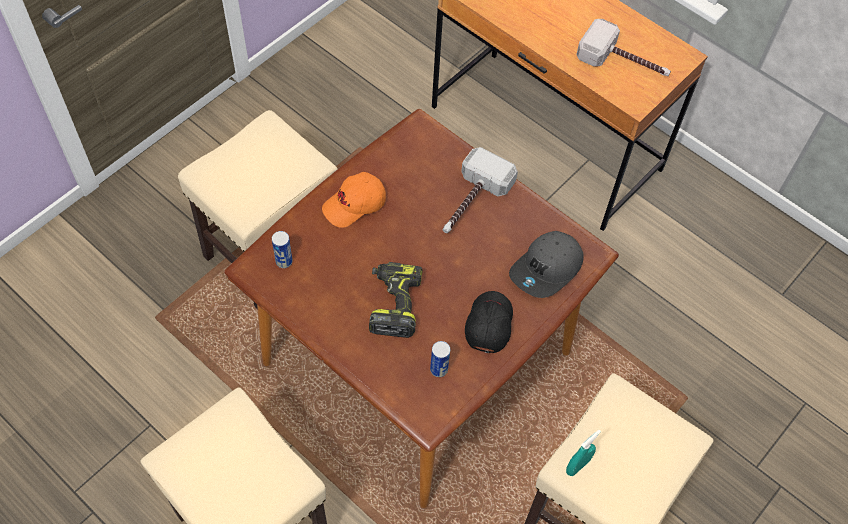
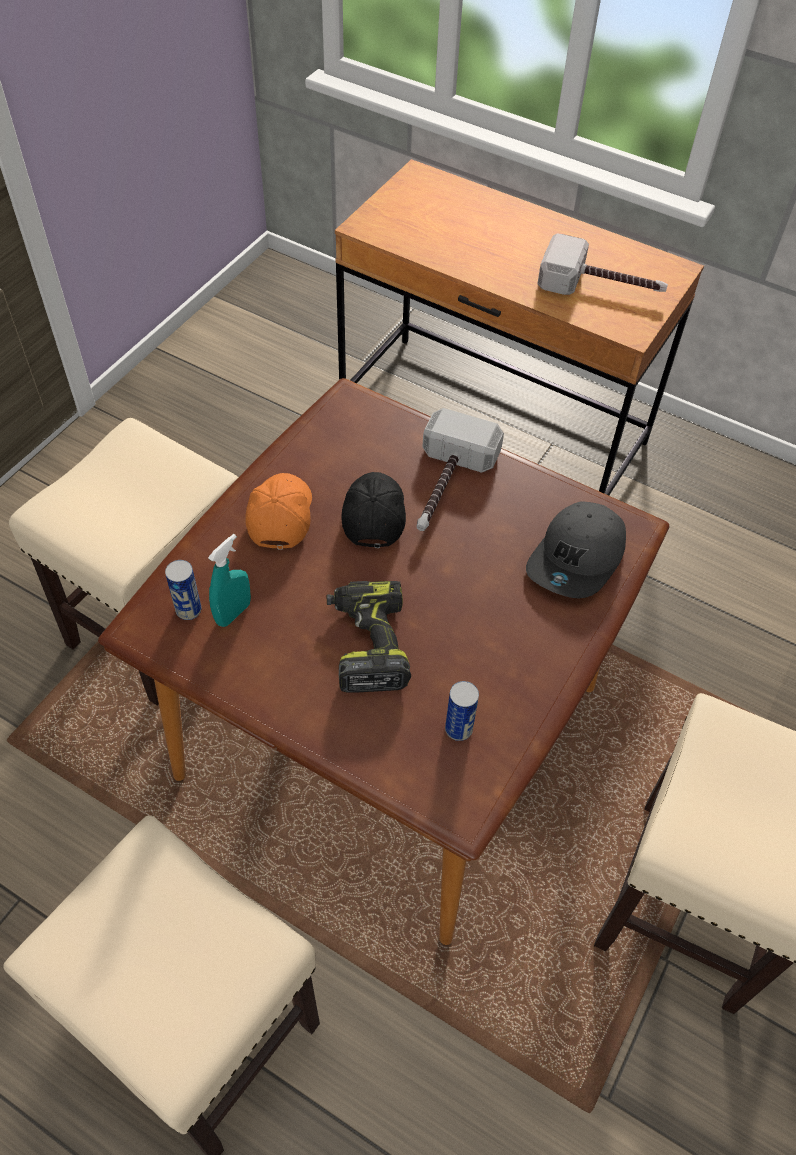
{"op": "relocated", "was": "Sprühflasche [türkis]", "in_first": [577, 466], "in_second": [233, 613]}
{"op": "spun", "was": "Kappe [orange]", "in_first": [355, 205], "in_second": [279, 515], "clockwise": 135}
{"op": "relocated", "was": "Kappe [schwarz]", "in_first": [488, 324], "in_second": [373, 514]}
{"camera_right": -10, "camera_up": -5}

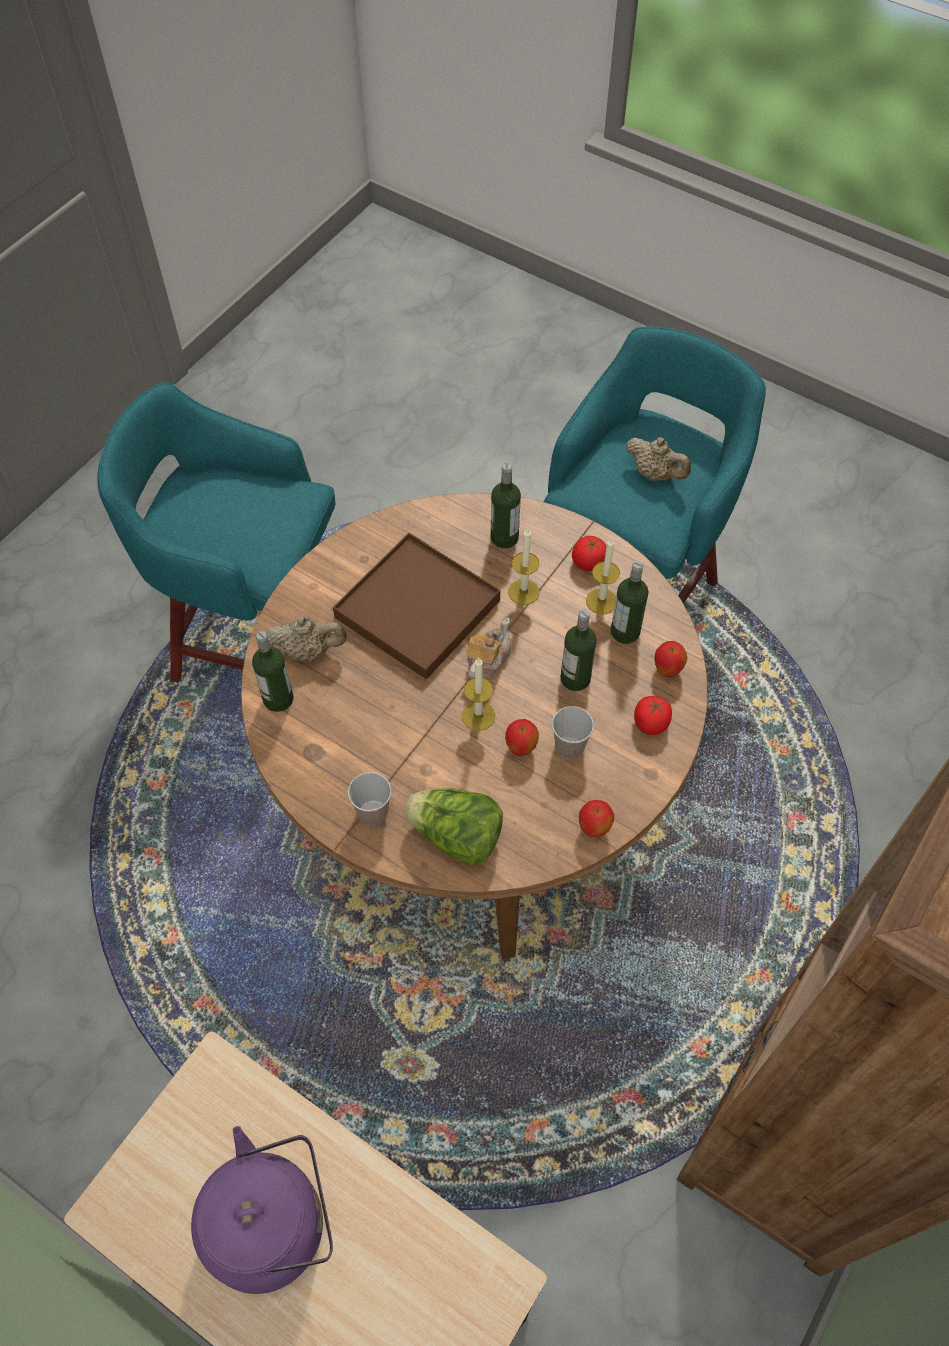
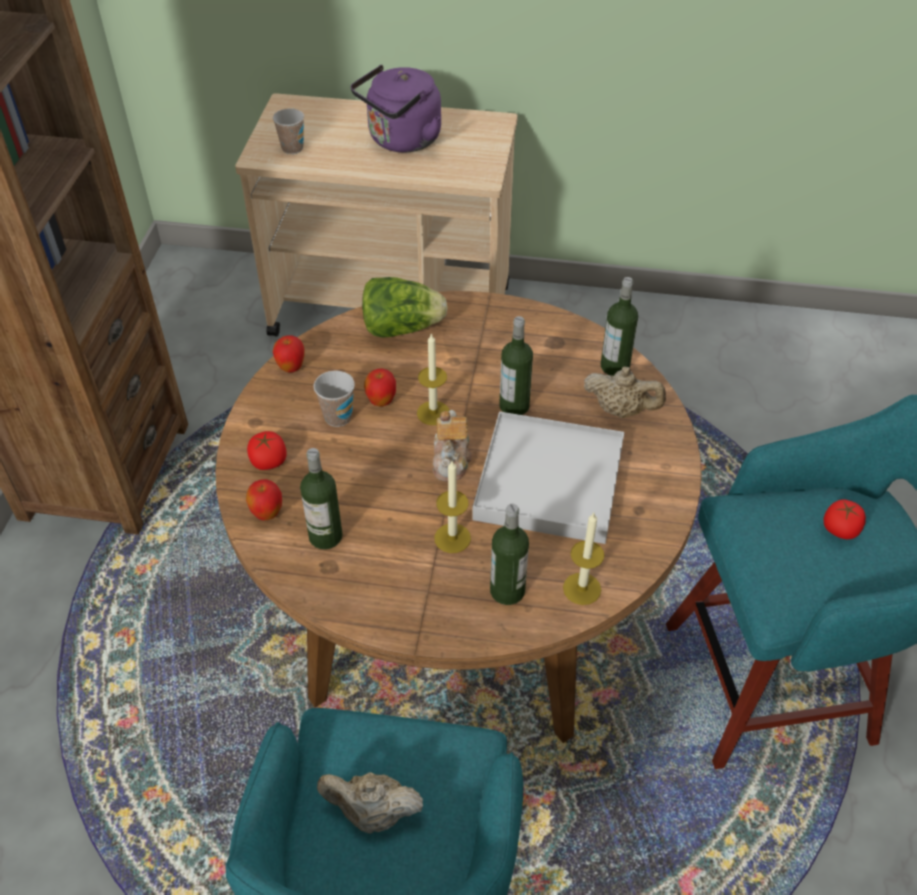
{"op": "relocated", "was": "Tasse", "in_first": [373, 813], "in_second": [292, 148]}
{"op": "colour", "was": "Tablett [braun]", "now": "Tablett [weiß]", "in_first": [417, 609], "in_second": [549, 481]}
{"op": "relocated", "was": "Flasche", "in_first": [575, 678], "in_second": [514, 406]}
{"op": "relocated", "was": "Kerze", "in_first": [601, 601], "in_second": [582, 588]}
{"op": "spun", "was": "Teekanne [beige]", "in_first": [309, 650], "in_second": [621, 410], "clockwise": -135}
{"op": "relocated", "was": "Tomate", "in_first": [588, 562], "in_second": [840, 529]}
{"camera_right": 155, "camera_up": -10}

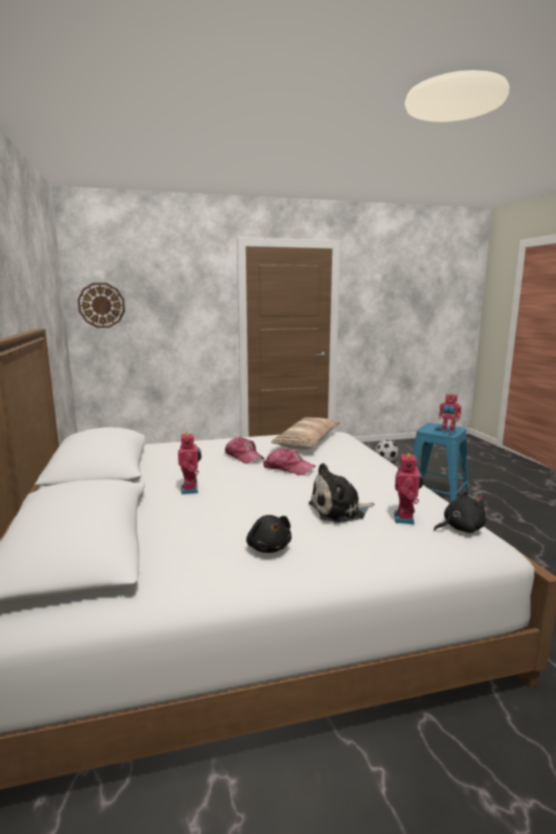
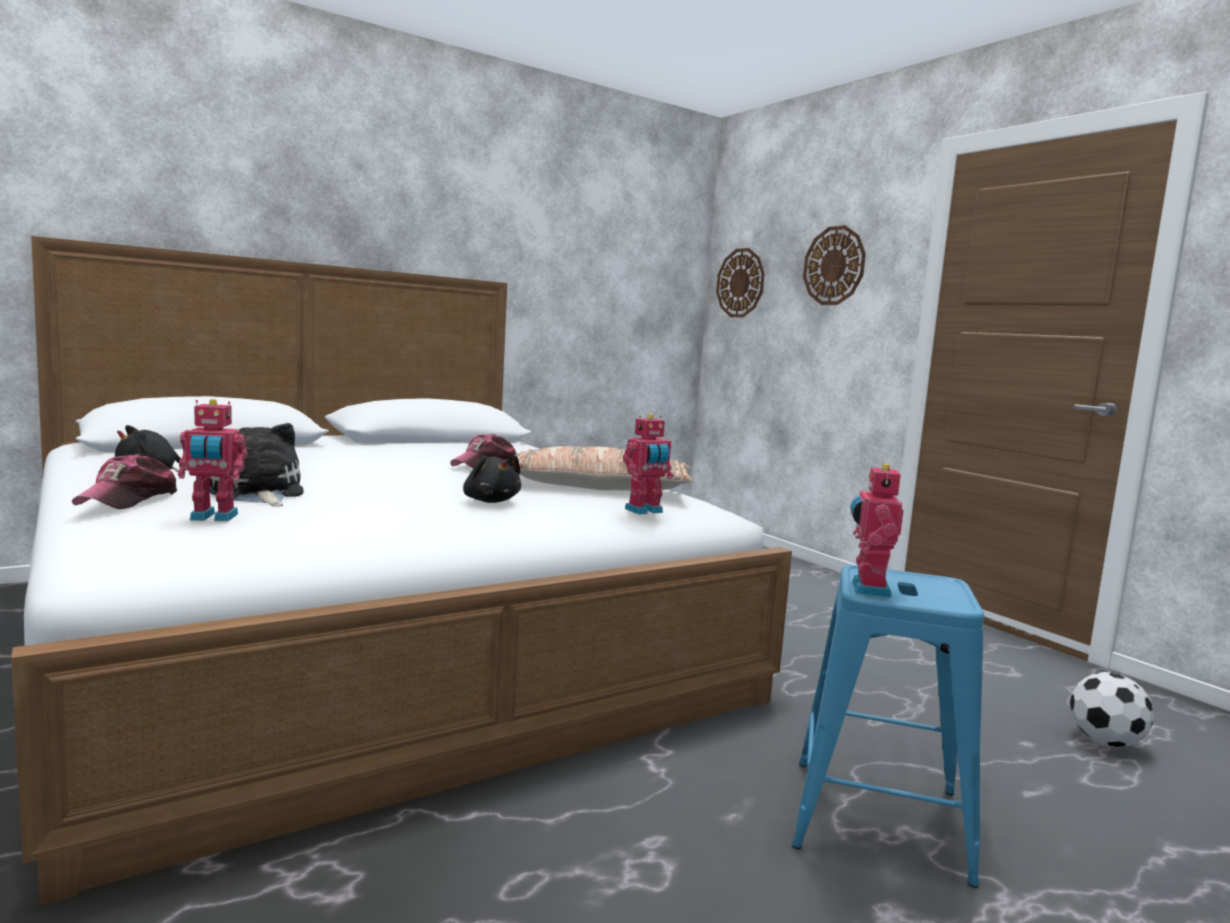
{"op": "relocated", "was": "Kappe", "in_first": [288, 468], "in_second": [129, 499]}
{"op": "relocated", "was": "Plüschtier [schwarz]", "in_first": [460, 528], "in_second": [490, 501]}
{"op": "relocated", "was": "Spielzeugroboter", "in_first": [191, 490], "in_second": [645, 511]}
{"op": "appeared", "now": "Wanduhr", "in_second": [834, 266]}
{"camera_right": 70, "camera_up": -5}

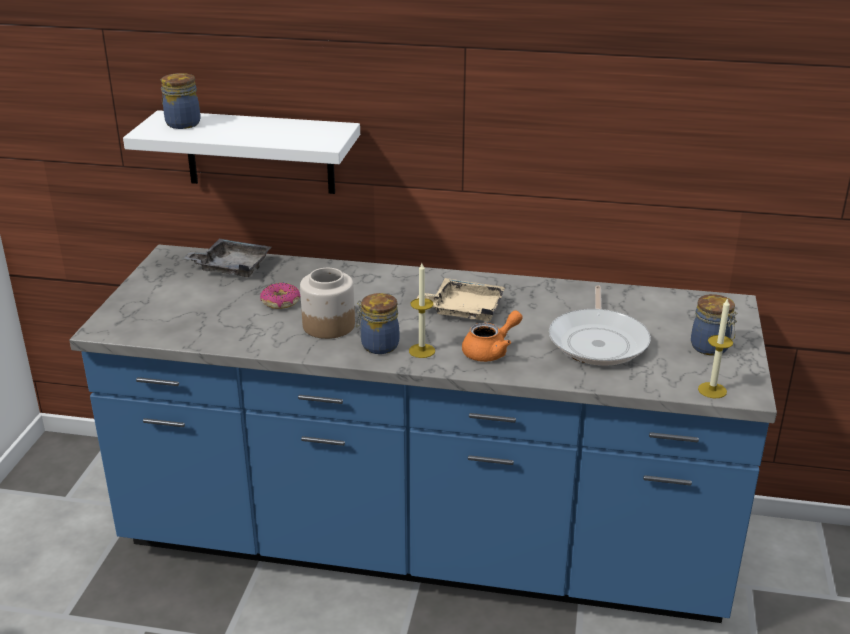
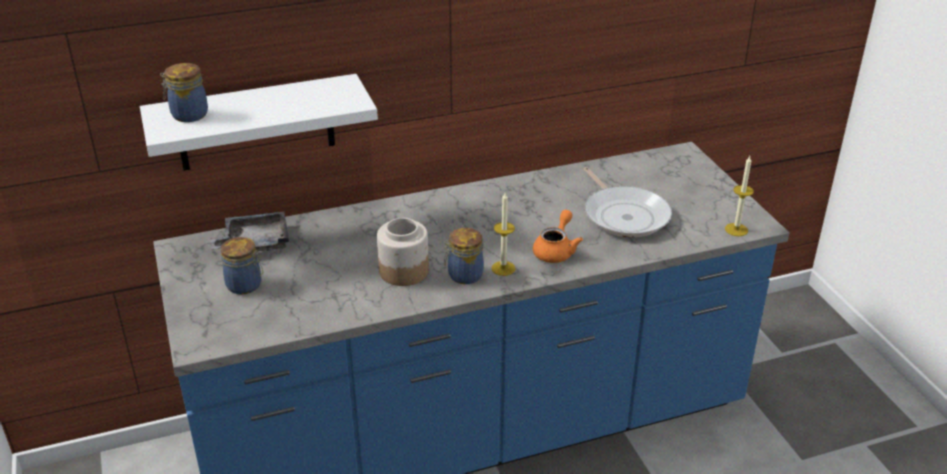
{"op": "relocated", "was": "Vorratsglas", "in_first": [711, 348], "in_second": [245, 285]}
{"op": "missing", "was": "Donut", "in_first": [281, 302]}
{"op": "missing", "was": "Tablett [beige]", "in_first": [463, 310]}
{"camera_right": -30, "camera_up": 5}

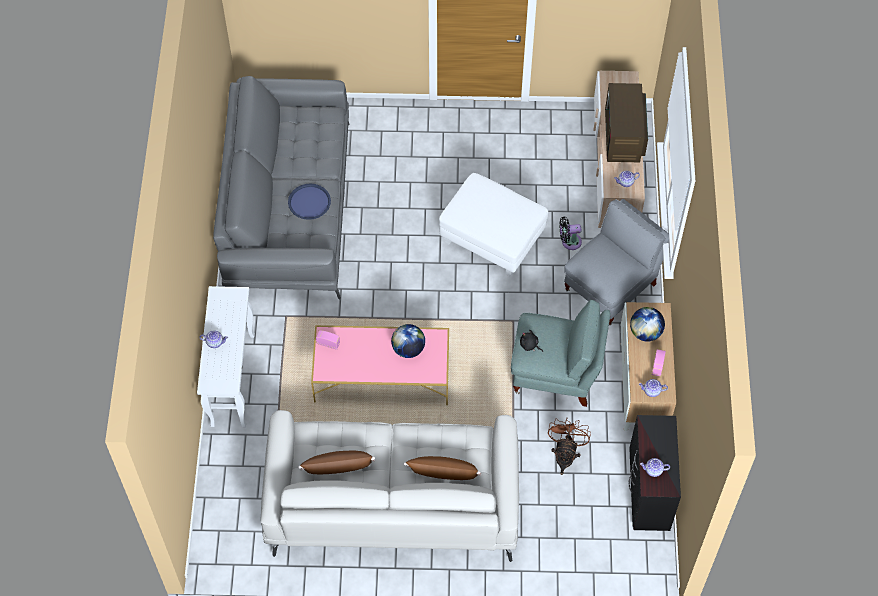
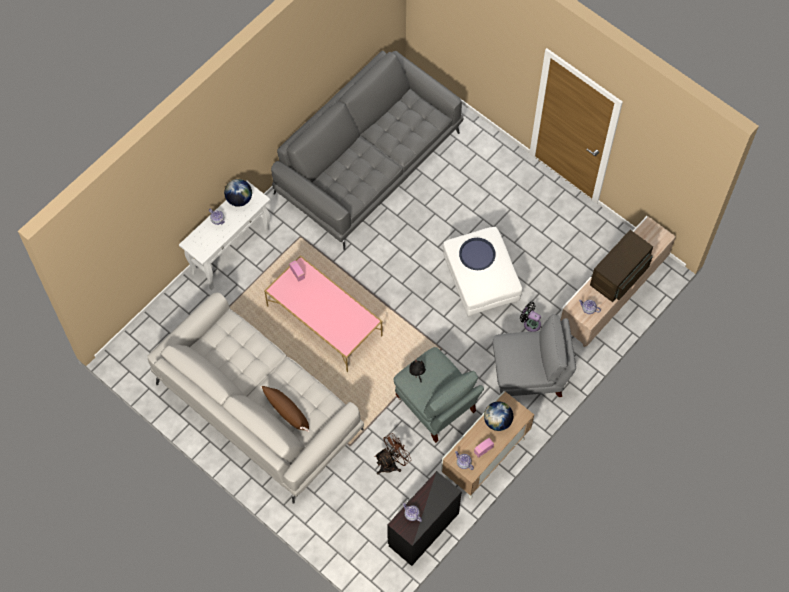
{"op": "relocated", "was": "Globus", "in_first": [408, 349], "in_second": [239, 199]}
{"op": "relocated", "was": "Tablett [blau]", "in_first": [309, 202], "in_second": [477, 254]}
{"op": "missing", "was": "Kissen [braun]", "in_first": [337, 468]}
{"camera_right": 40, "camera_up": 5}

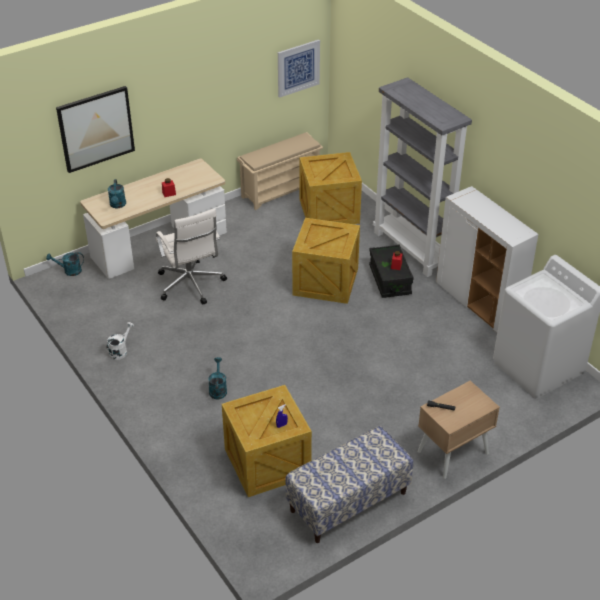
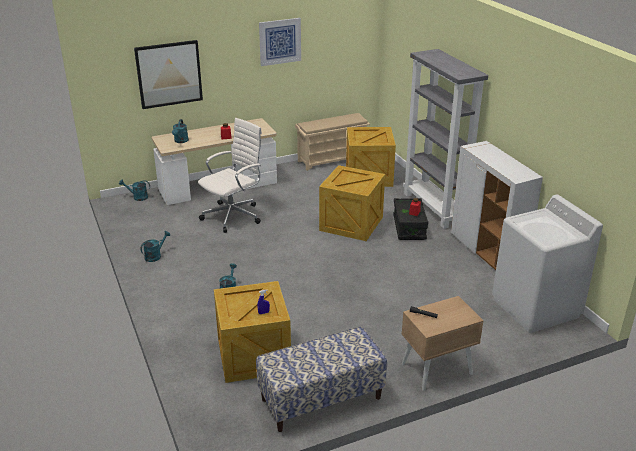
{"op": "colour", "was": "Gießkanne [weiß]", "now": "Gießkanne [türkis]", "in_first": [120, 351], "in_second": [155, 256]}
{"op": "spun", "was": "Bürostuhl [weiß]", "in_first": [191, 285], "in_second": [234, 216], "clockwise": -120}
{"op": "relocated", "was": "Bild", "in_first": [298, 68], "in_second": [280, 41]}
{"camera_right": 10, "camera_up": -10}

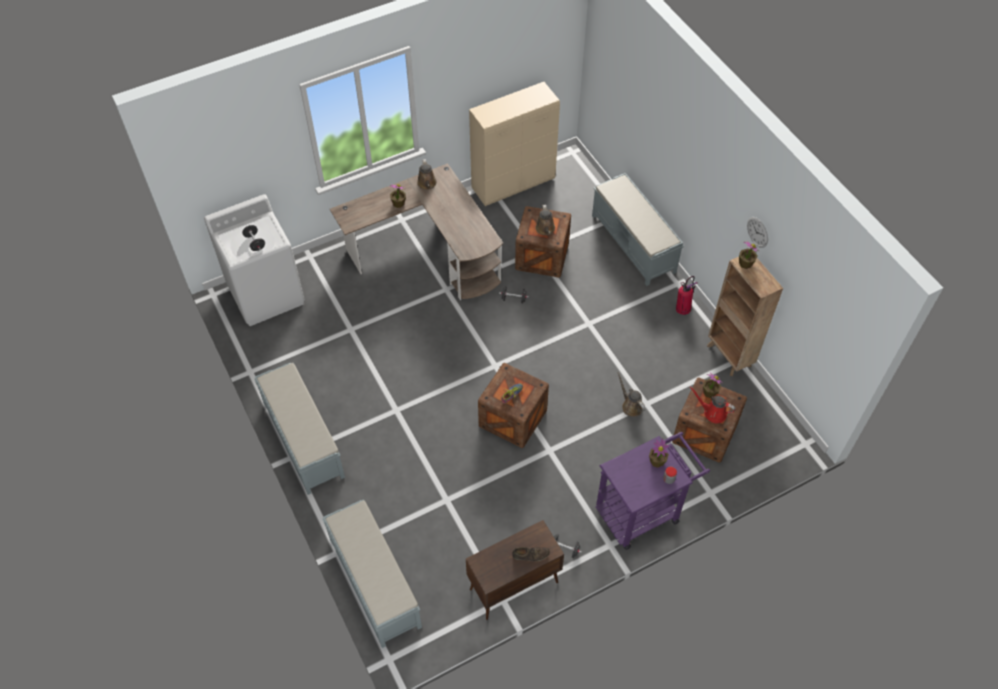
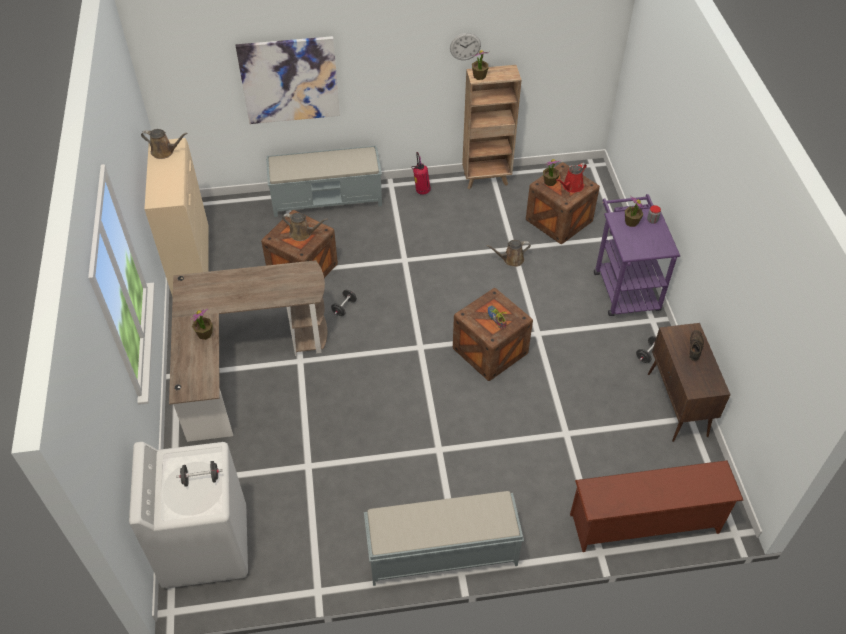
{"op": "relocated", "was": "Gießkanne [braun]", "in_first": [427, 184], "in_second": [165, 151]}
{"op": "appeared", "now": "Bild", "in_second": [289, 80]}
{"op": "exchanged", "was": "Bank [grau]", "now": "Schuhregal [braun]", "in_first": [374, 582], "in_second": [645, 525]}
{"camera_right": -70, "camera_up": -5}

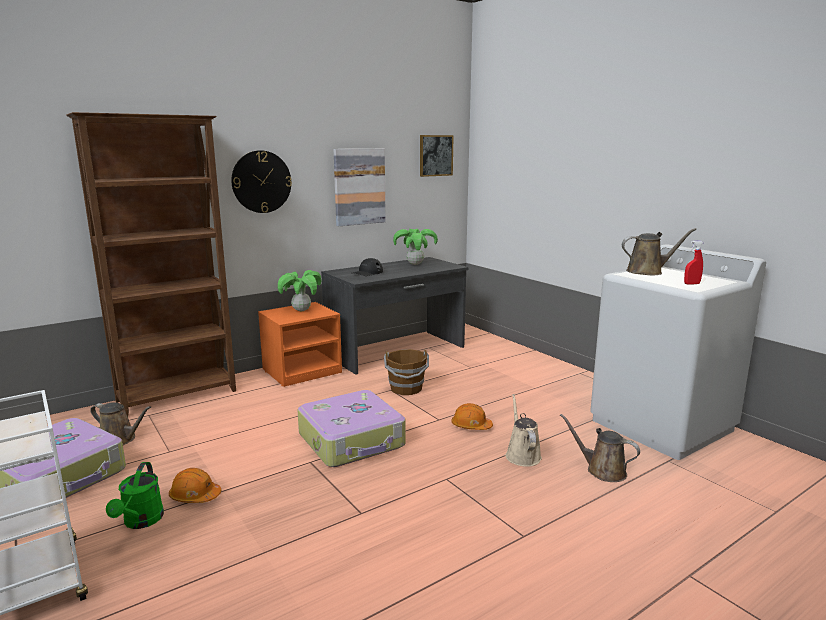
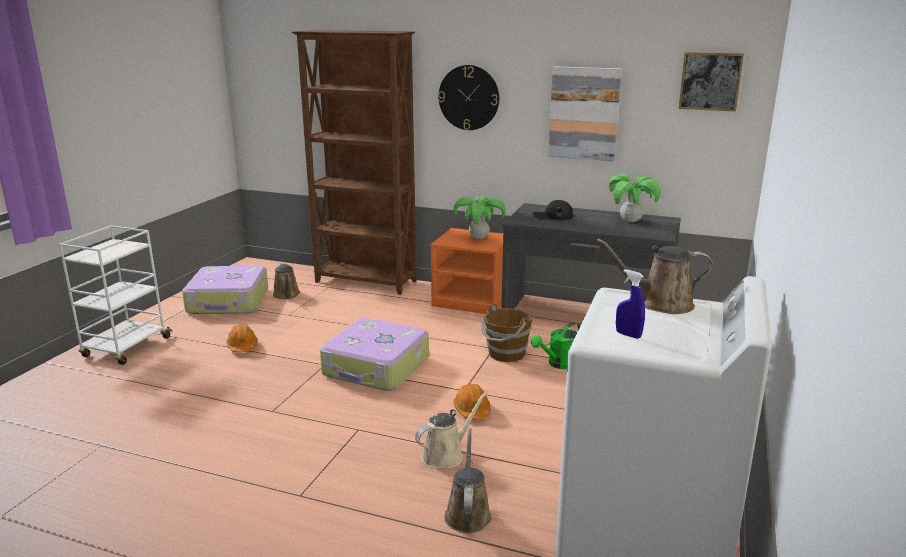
{"op": "relocated", "was": "Gießkanne [grün]", "in_first": [141, 522], "in_second": [558, 364]}
{"op": "spun", "was": "Gießkanne [braun]", "in_first": [648, 271], "in_second": [660, 304], "clockwise": 135}
{"op": "colour", "was": "Sprühflasche [rot]", "now": "Sprühflasche [blau]", "in_first": [691, 284], "in_second": [628, 335]}
{"camera_right": 55, "camera_up": 5}

